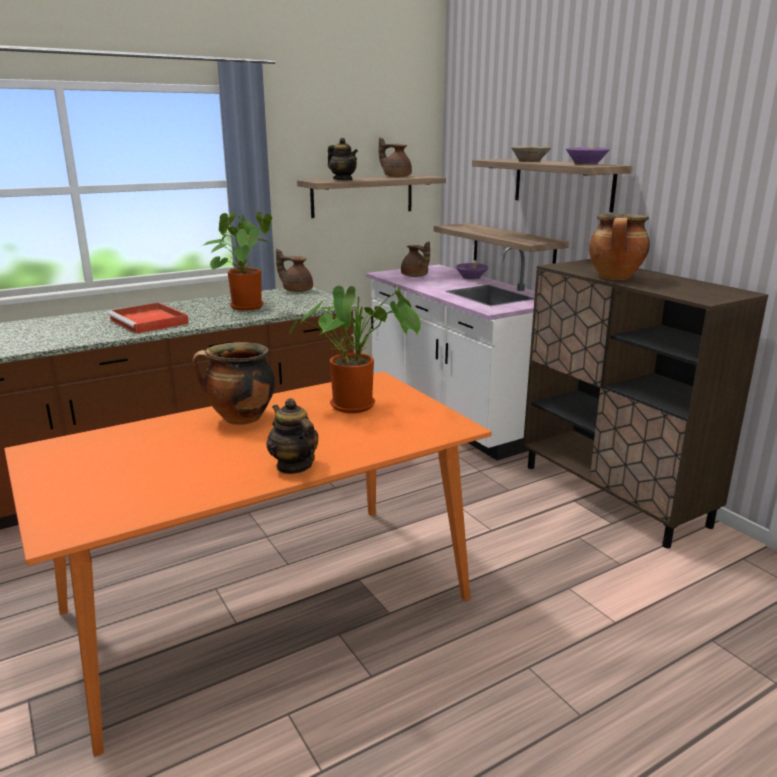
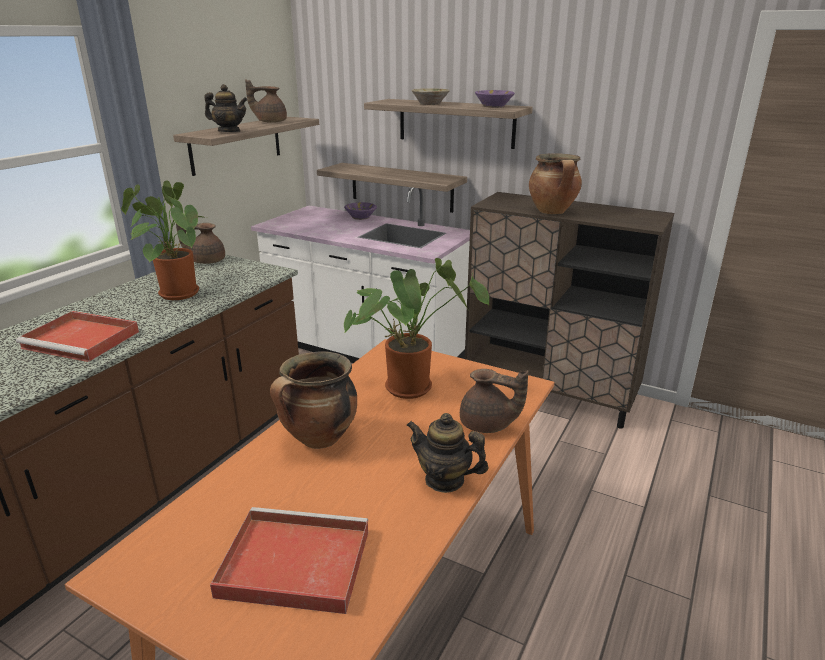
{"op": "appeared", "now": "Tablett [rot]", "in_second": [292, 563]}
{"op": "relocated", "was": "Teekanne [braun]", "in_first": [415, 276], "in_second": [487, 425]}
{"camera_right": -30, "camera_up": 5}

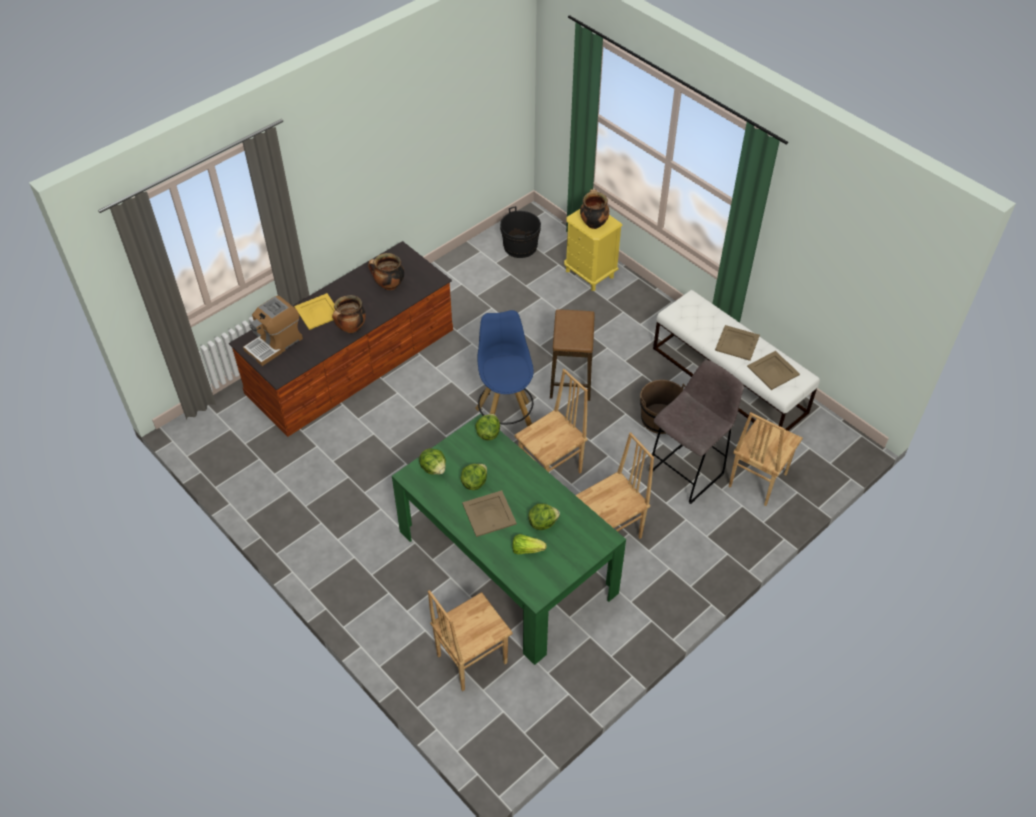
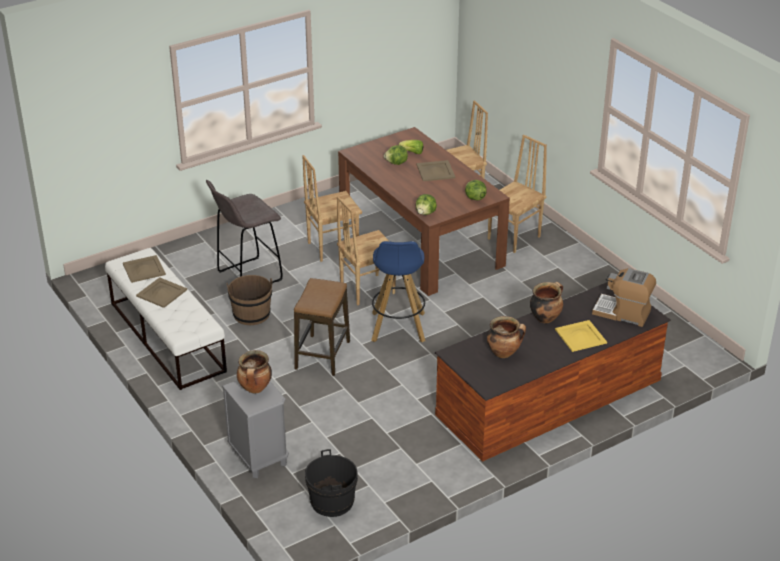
{"op": "colour", "was": "Nachttisch [gelb]", "now": "Nachttisch [grau]", "in_first": [590, 273], "in_second": [258, 457]}
{"op": "colour", "was": "Esstisch [grün]", "now": "Esstisch [braun]", "in_first": [507, 562], "in_second": [420, 241]}
{"op": "relocated", "was": "Stuhl [braun]", "in_first": [756, 480], "in_second": [515, 238]}
{"op": "spun", "was": "Kaffeemaschine", "in_first": [274, 344], "in_second": [622, 313], "clockwise": -120}
{"op": "missing", "was": "Salatkopf", "in_first": [474, 482]}
{"camera_right": -170, "camera_up": -15}

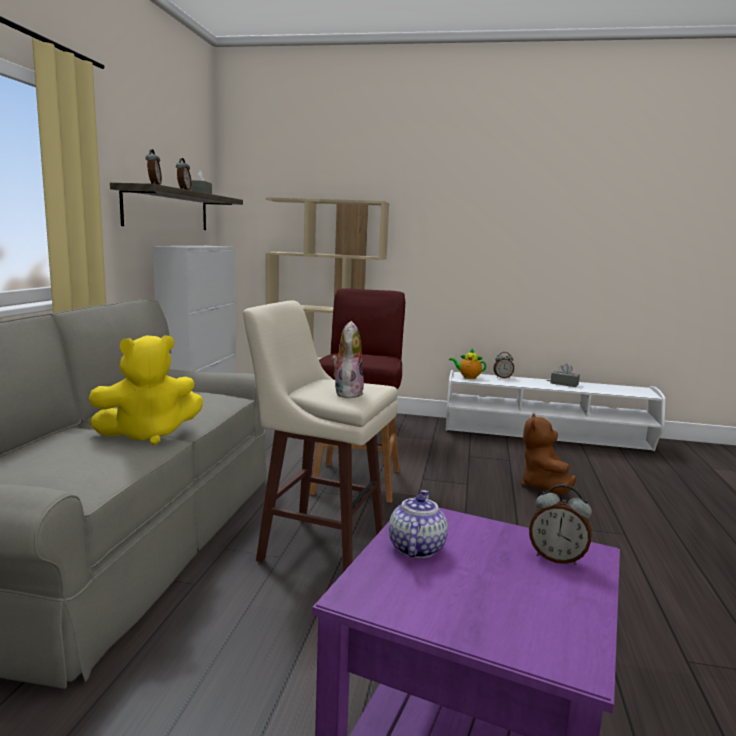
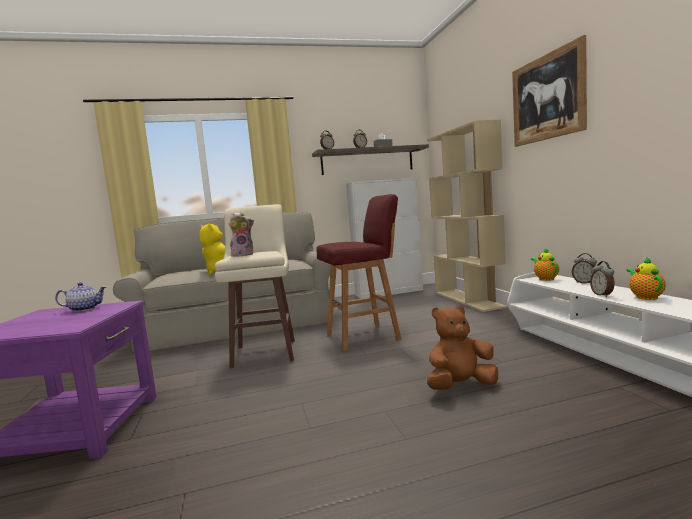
{"op": "appeared", "now": "Bild", "in_second": [547, 97]}
{"op": "relocated", "was": "Wecker", "in_first": [556, 558], "in_second": [602, 295]}
{"op": "exchanged", "was": "Taschentuchbox [grau]", "now": "Teekanne", "in_first": [564, 384], "in_second": [645, 297]}
{"camera_right": 65, "camera_up": -5}

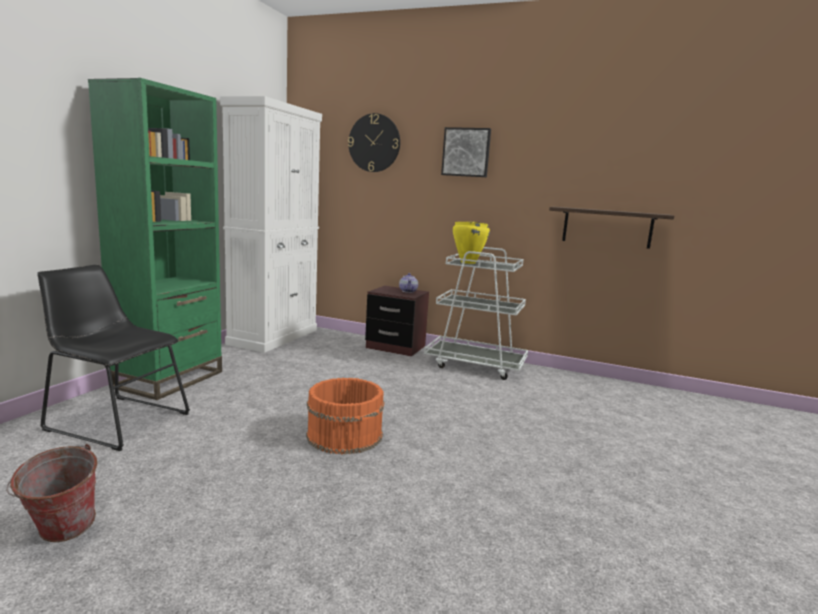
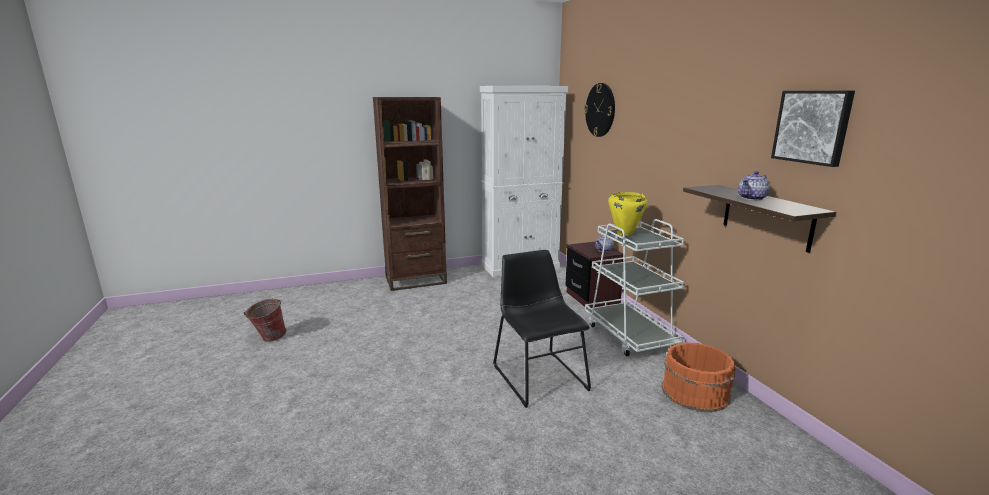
{"op": "colour", "was": "Bücherregal [grün]", "now": "Bücherregal [braun]", "in_first": [169, 379], "in_second": [415, 280]}
{"op": "relocated", "was": "Stuhl [schwarz]", "in_first": [114, 420], "in_second": [537, 375]}
{"op": "relocated", "was": "Eimer [orange]", "in_first": [344, 435], "in_second": [695, 392]}
{"op": "appeared", "now": "Teekanne", "in_second": [752, 198]}
{"op": "relocated", "was": "Bild", "in_first": [466, 152], "in_second": [812, 127]}
{"camera_right": 50, "camera_up": 5}

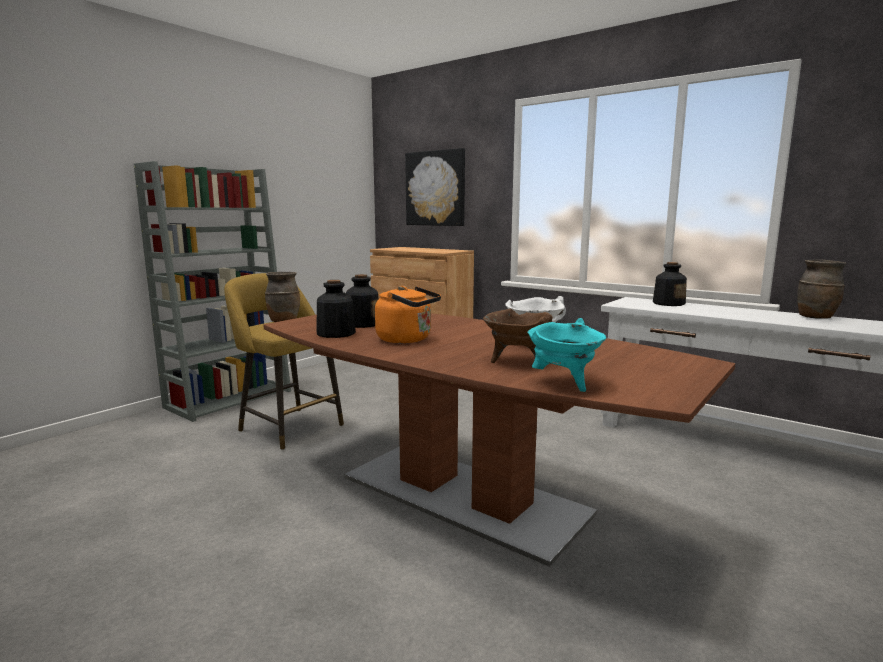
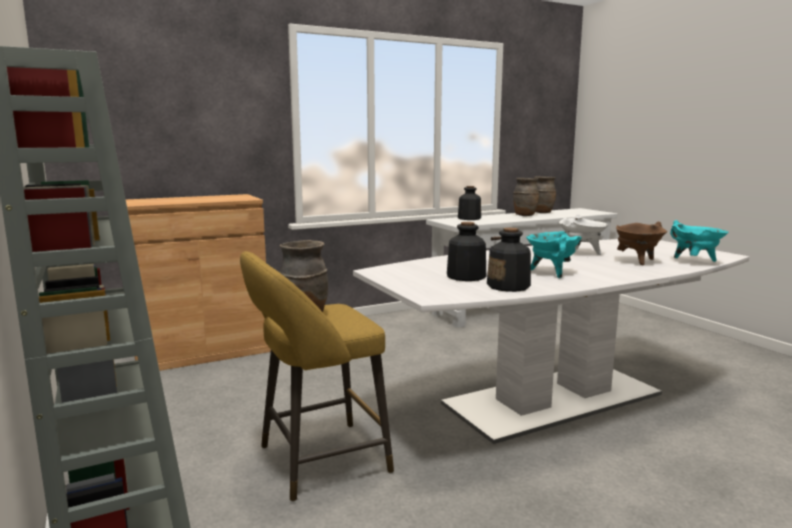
{"op": "colour", "was": "Esstisch [braun]", "now": "Esstisch [weiß]", "in_first": [463, 495], "in_second": [554, 399]}
{"op": "appeared", "now": "Vase [braun]", "in_second": [524, 215]}
{"op": "exchanged", "was": "Wasserkessel [orange]", "now": "Kochtopf [türkis]", "in_first": [407, 339], "in_second": [551, 272]}
{"op": "missing", "was": "Bild", "in_first": [435, 188]}
{"camera_right": -65, "camera_up": 0}

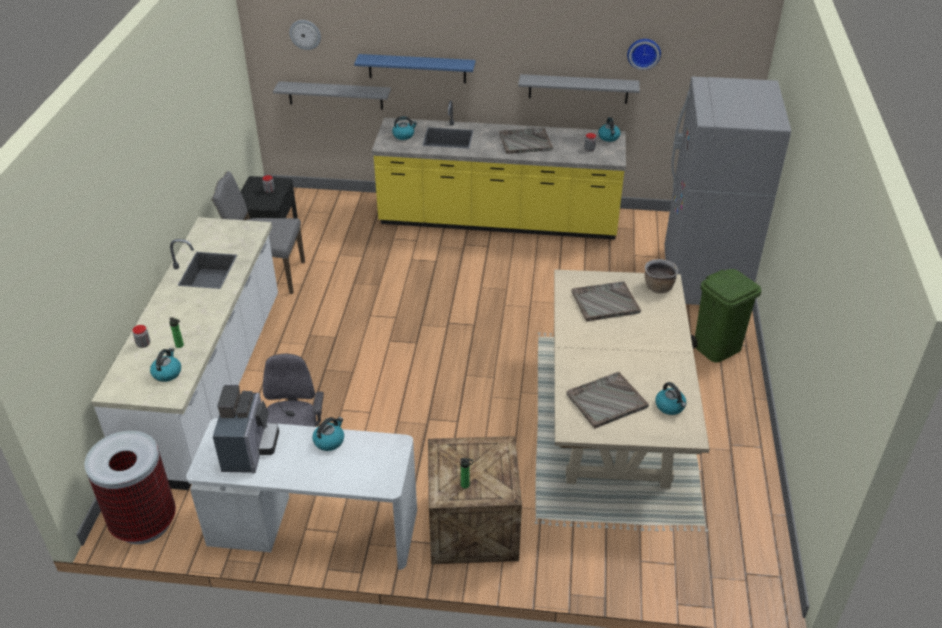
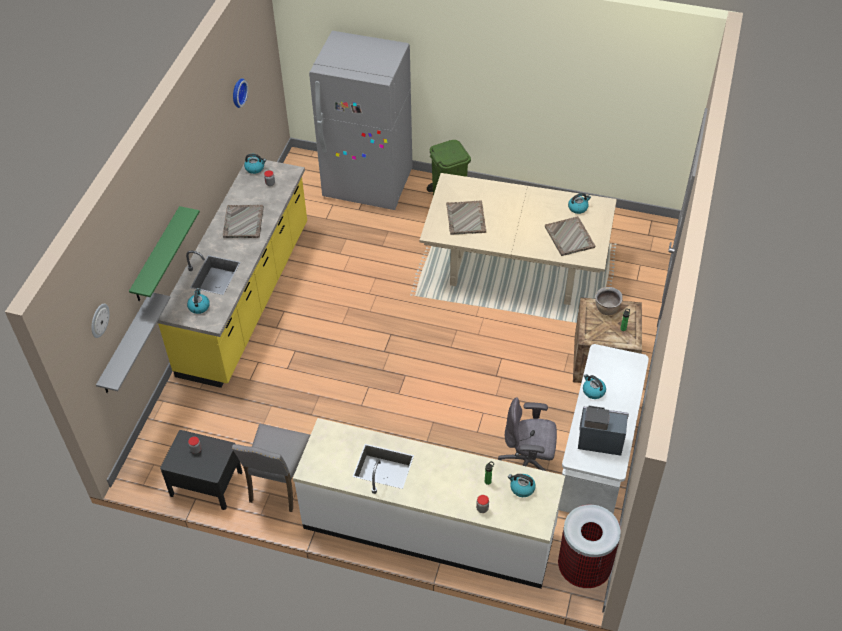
{"op": "colour", "was": "Wandregal [blau]", "now": "Wandregal [grün]", "in_first": [417, 68], "in_second": [157, 256]}
{"op": "relocated", "was": "Kochtopf [braun]", "in_first": [658, 287], "in_second": [607, 309]}
{"op": "missing", "was": "Wandregal [grau]", "in_first": [578, 89]}
{"camera_right": -80, "camera_up": 10}

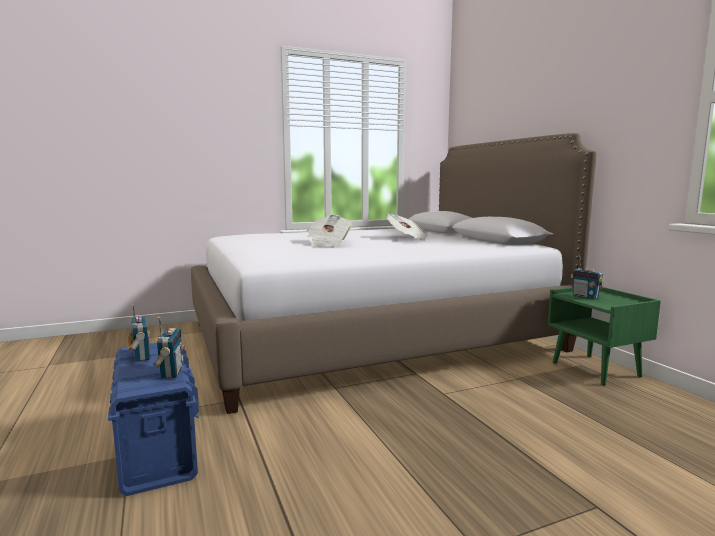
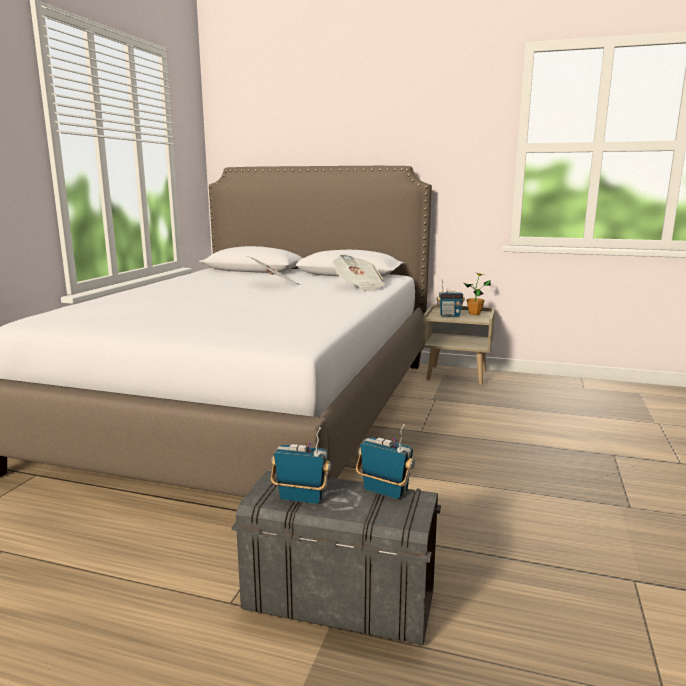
{"op": "colour", "was": "Aufbewahrungsbox [blau]", "now": "Aufbewahrungsbox [grau]", "in_first": [157, 448], "in_second": [339, 601]}
{"op": "relocated", "was": "Zeitung", "in_first": [328, 243], "in_second": [359, 287]}
{"op": "colour", "was": "Nachttisch [grün]", "now": "Nachttisch [beige]", "in_first": [596, 370], "in_second": [457, 375]}
{"op": "appeared", "now": "Topfpflanze", "in_second": [474, 314]}
{"camera_right": -50, "camera_up": 5}

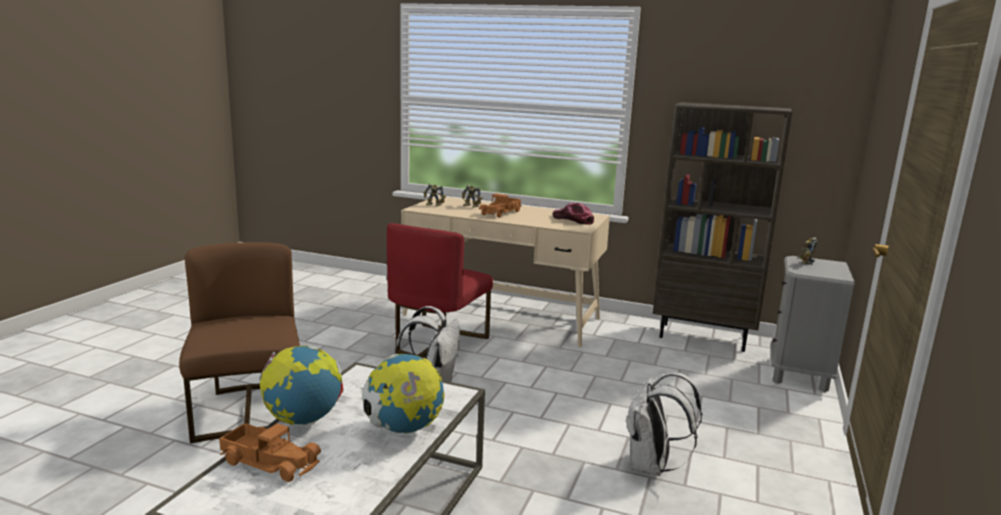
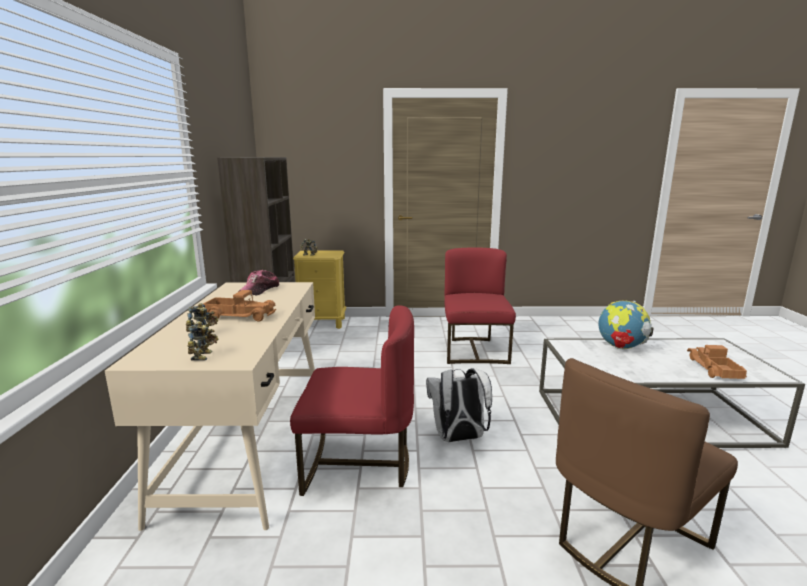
{"op": "colour", "was": "Nachttisch [grau]", "now": "Nachttisch [gelb]", "in_first": [799, 374], "in_second": [322, 323]}
{"op": "exchanged", "was": "Rucksack [weiß]", "now": "Stuhl [rot]", "in_first": [652, 467], "in_second": [475, 351]}
{"op": "missing", "was": "Globus", "in_first": [303, 420]}
{"camera_right": -110, "camera_up": 0}

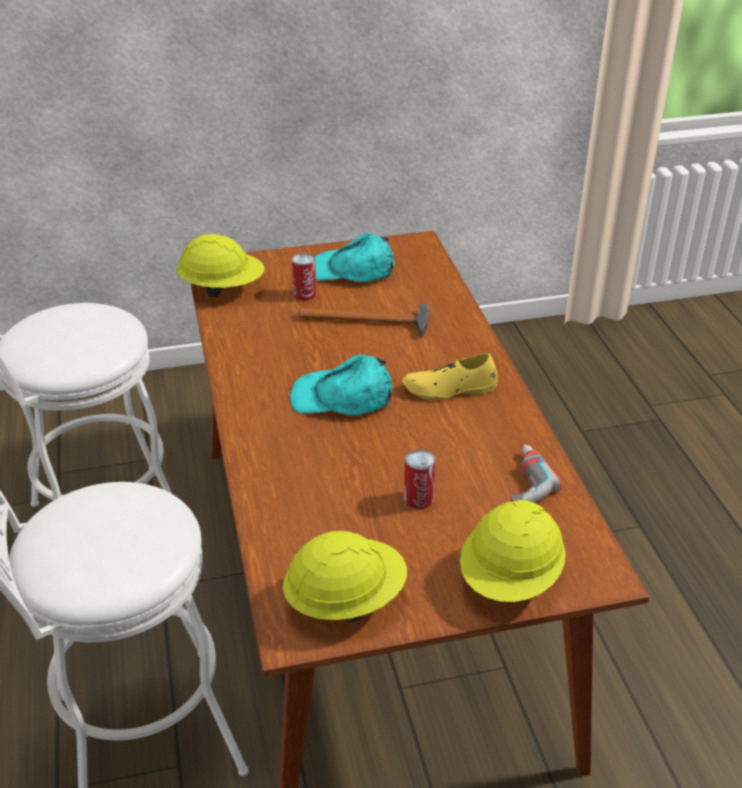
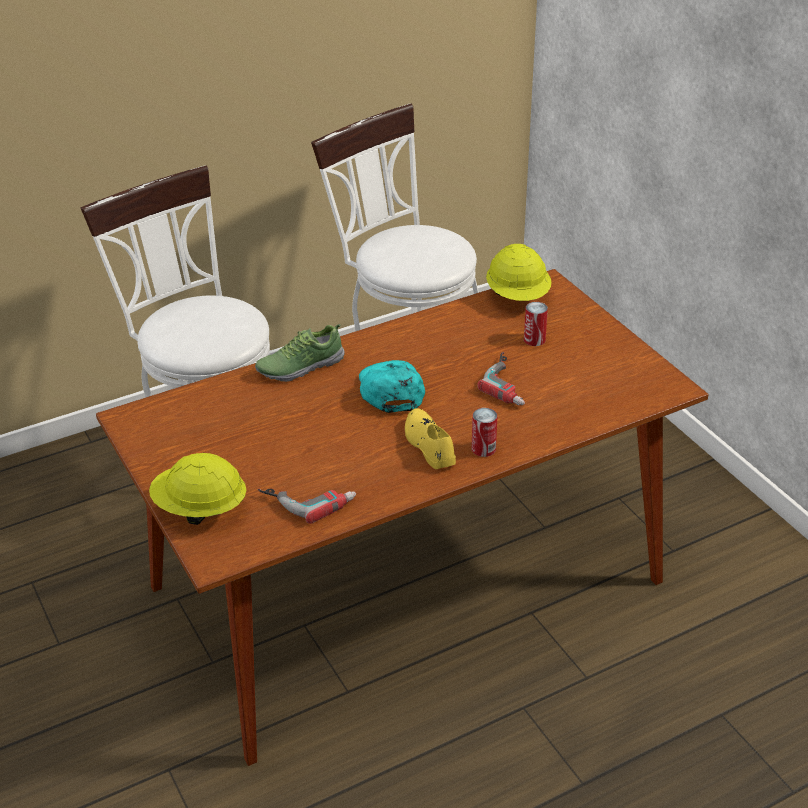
{"op": "appeared", "now": "Schuh", "in_second": [300, 366]}
{"op": "relocated", "was": "Dose", "in_first": [418, 498], "in_second": [483, 449]}
{"op": "exchanged", "was": "Hammer", "now": "Bohrmaschine", "in_first": [371, 321], "in_second": [511, 383]}
{"op": "missing", "was": "Schutzhelm [gelb]", "in_first": [345, 599]}
{"op": "missing", "was": "Kappe [türkis]", "in_first": [351, 270]}
{"camera_right": 75, "camera_up": 0}

